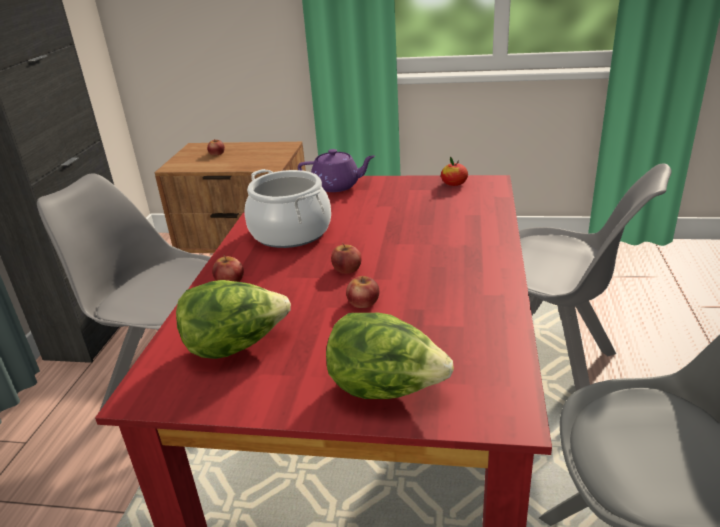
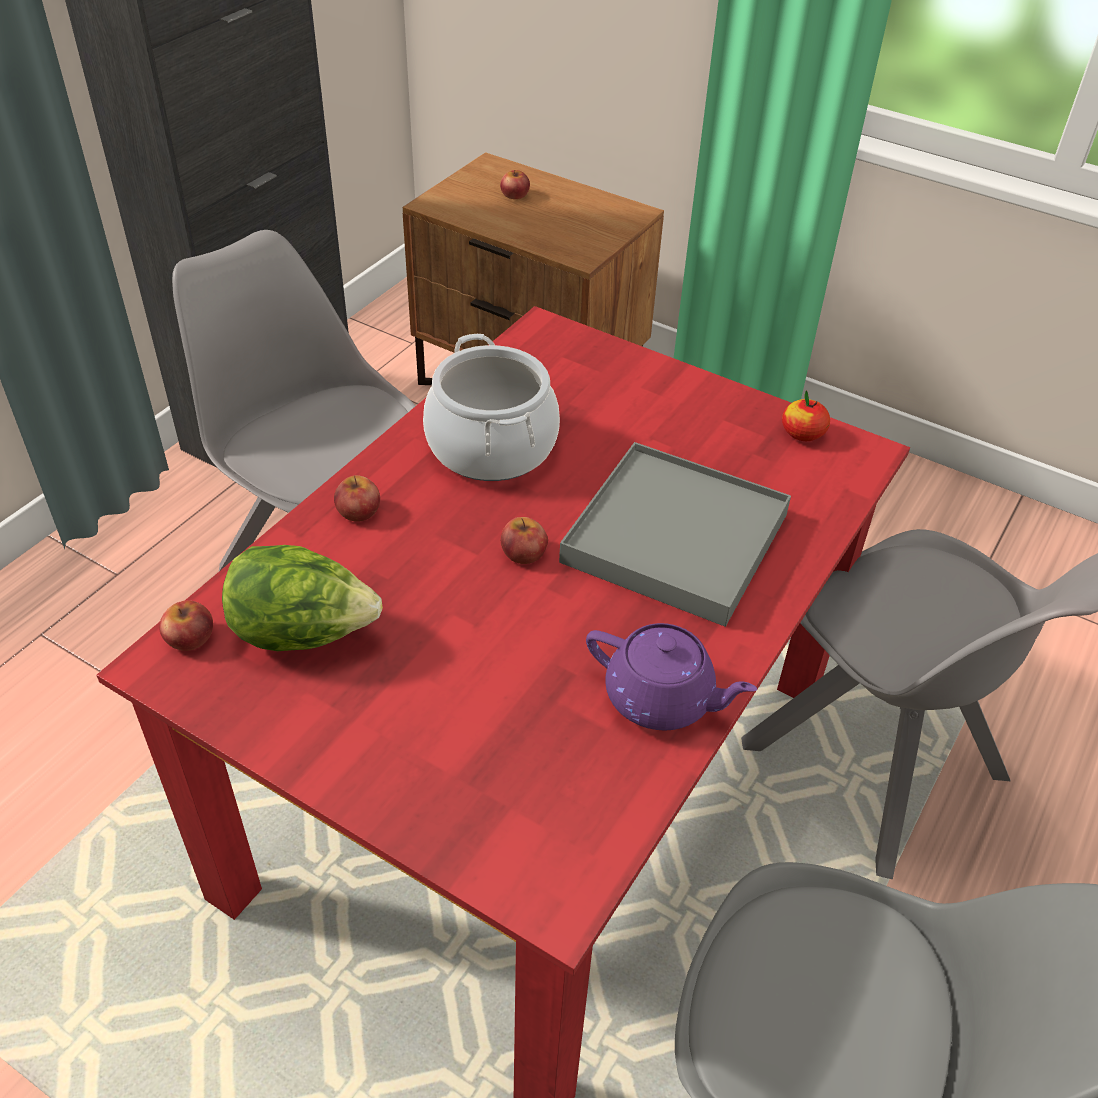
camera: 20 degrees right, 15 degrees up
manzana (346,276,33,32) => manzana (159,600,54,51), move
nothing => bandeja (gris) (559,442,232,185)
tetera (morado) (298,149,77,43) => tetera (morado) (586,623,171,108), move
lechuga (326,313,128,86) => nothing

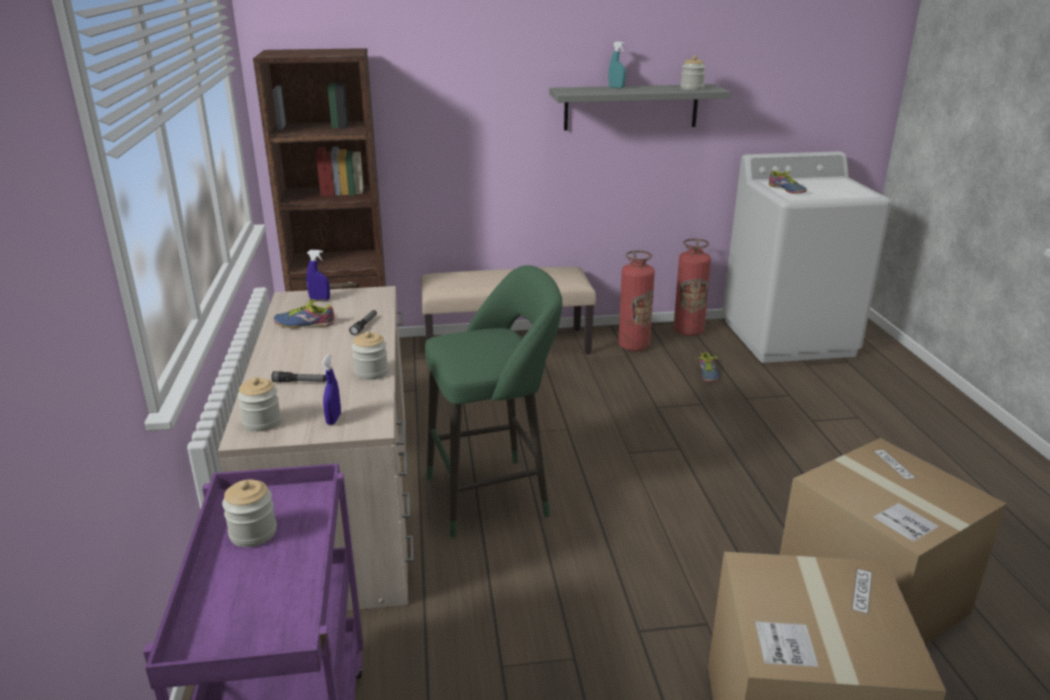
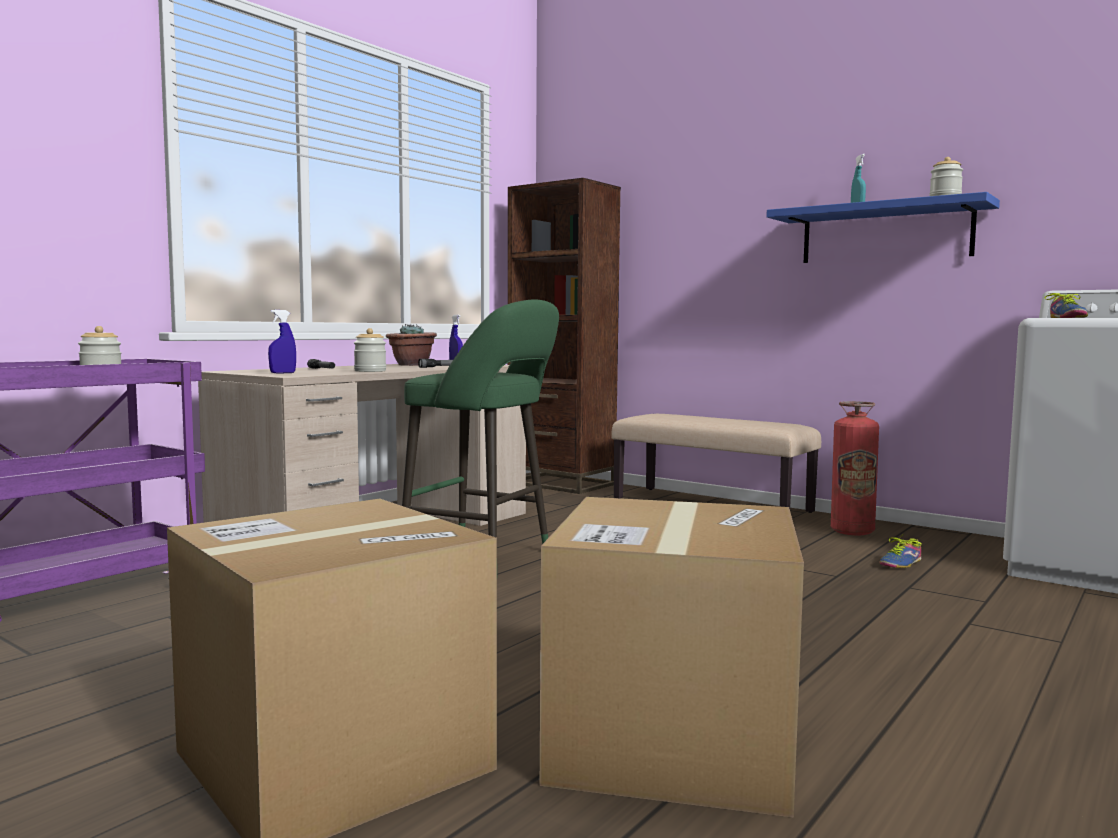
camera: 45 degrees right, 20 degrees down
zapato (273,299,61,29) => planta en maceta (386,324,51,42)
estante (gris) (549,84,182,47) => estante (azul) (766,192,234,71)
tarro (237,377,44,55) => nothing
extintor (674,238,37,98) => nothing

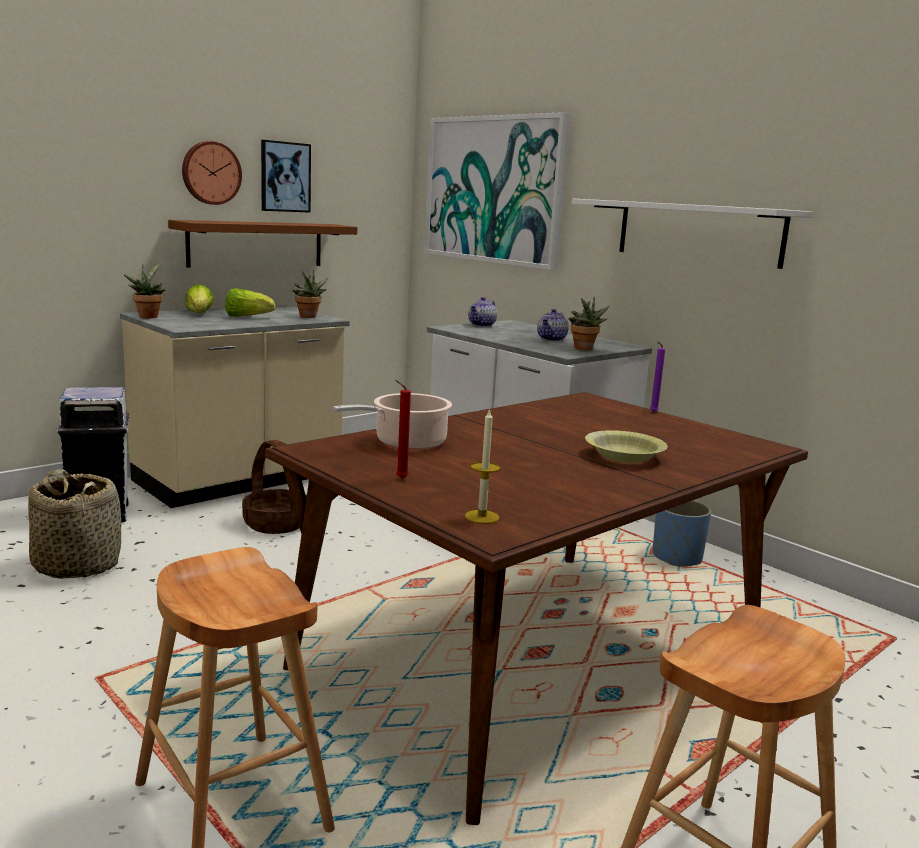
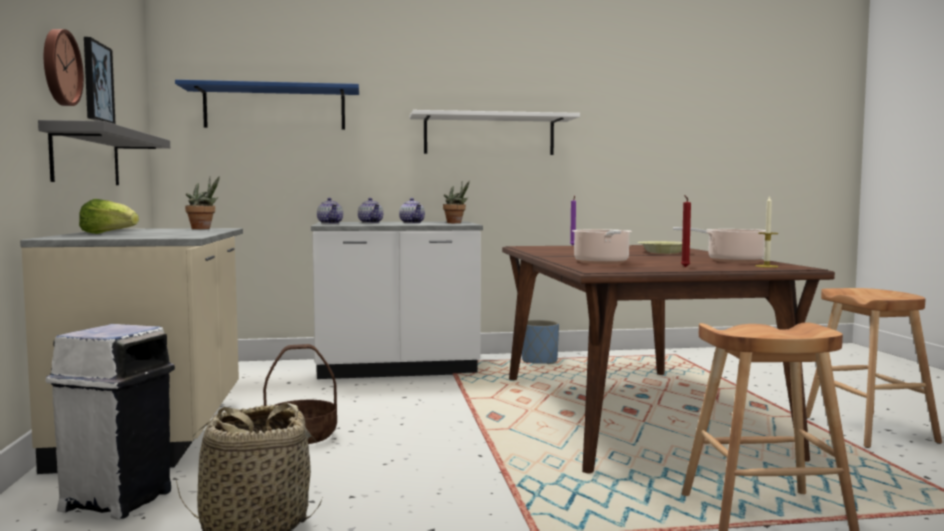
camera: 55 degrees left, 10 degrees down
estante (marrón) (168,220,189,48) => estante (gris) (38,120,132,65)
cuadro (424,112,147,158) => estante (azul) (175,80,184,50)
nothing => tetera (358,198,25,25)
nothing => olla (673,227,93,36)
planta en maceta (124,263,41,55) => nothing
lechuga (225,288,50,29) => nothing

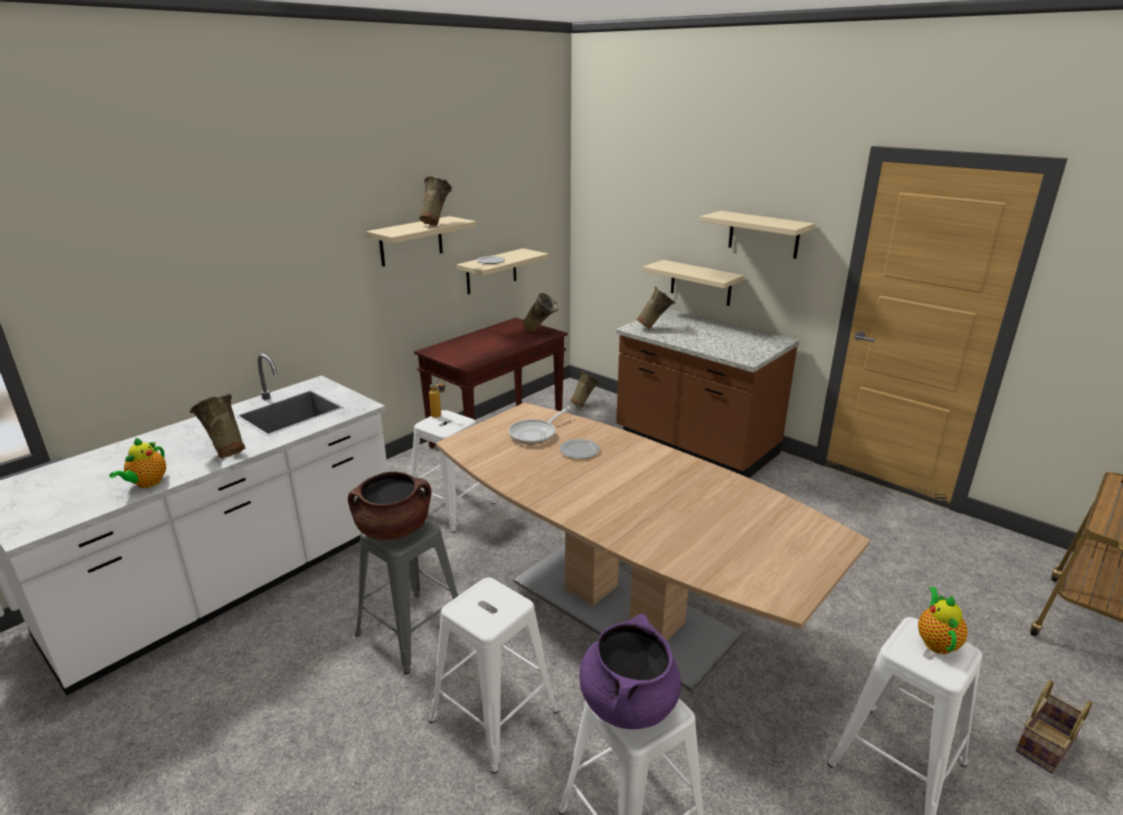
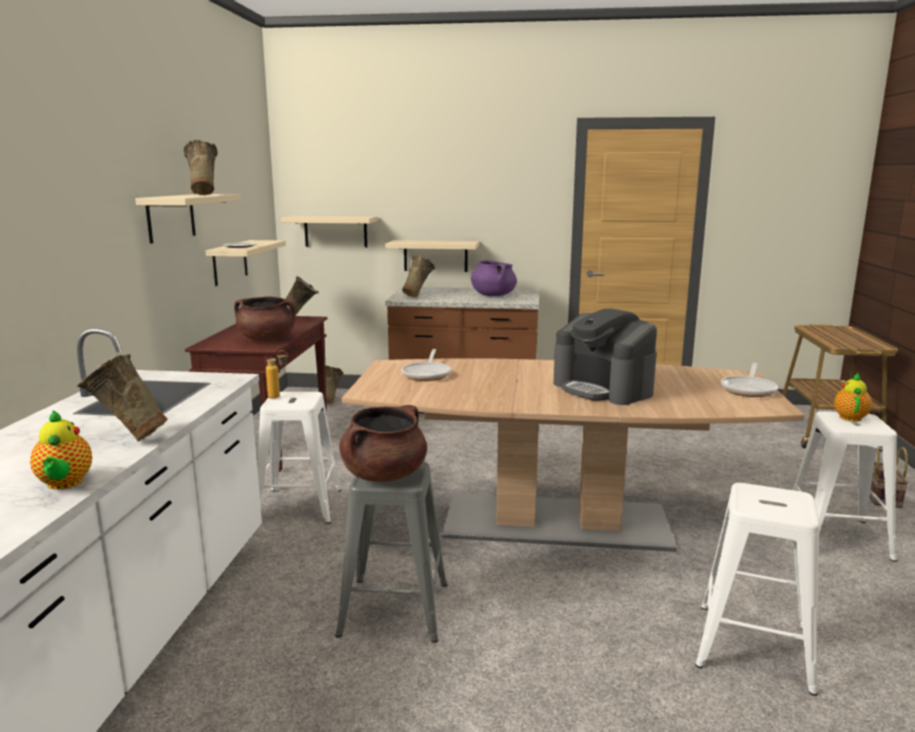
camera: 35 degrees left, 10 degrees down
nothing => olla (marrón) (234,296,62,45)
estante (beis) (700,211,115,48) => estante (beis) (281,216,97,31), move
olla (morado) (580,614,101,115) => olla (morado) (471,259,46,37), move
nothing => cafetera (554,309,103,96)
nothing => sartén (721,363,57,34)
tetera (918,587,50,67) => tetera (834,373,38,49), 45 degrees clockwise
taburete (blanco) (429,577,130,197) => nothing
plato (560,439,40,20) => nothing

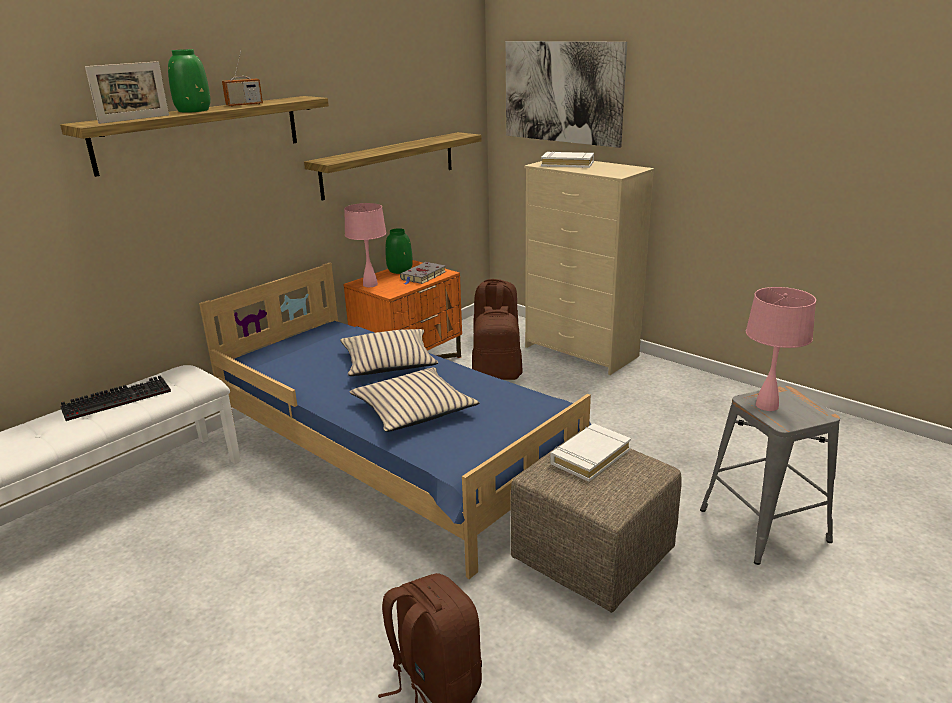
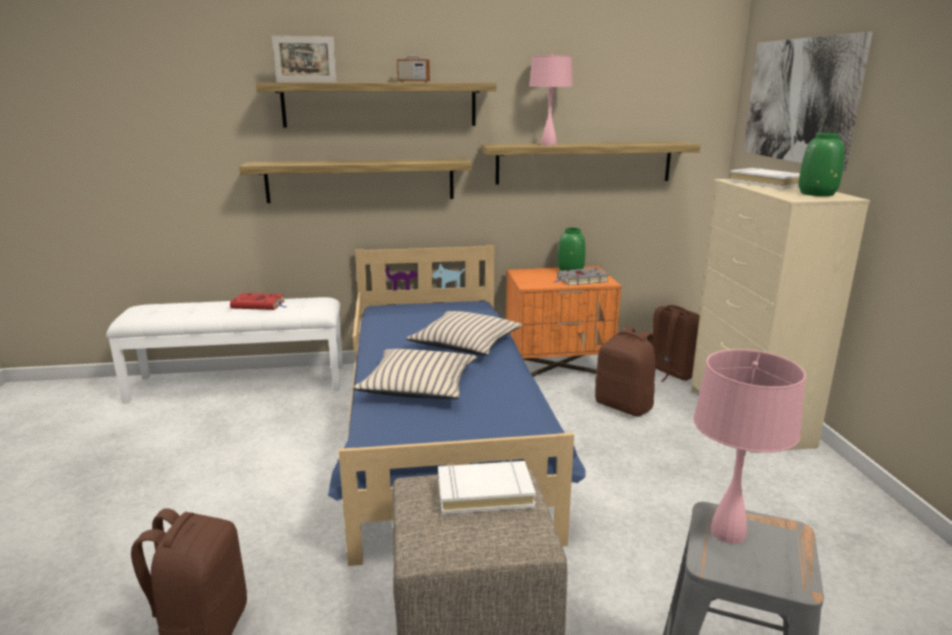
camera: 40 degrees right, 5 degrees down
teclado (60,375,111,46) => libro (rojo) (230,293,58,17)
nothing => estante (239,159,233,44)
lámpara de mesa (rosa) (344,203,42,84) => lámpara de mesa (rosa) (529,54,44,92), move
florero (verde) (168,49,43,64) => florero (verde) (799,133,46,63), move

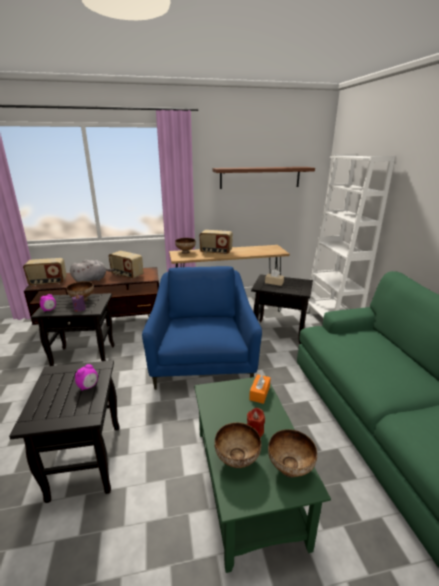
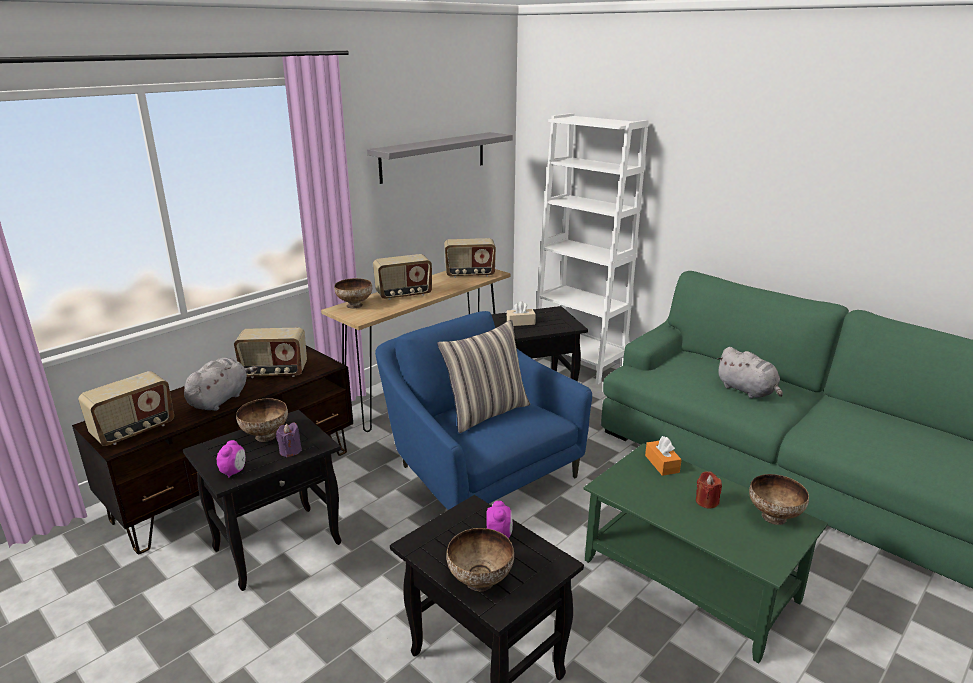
camera: 35 degrees left, 0 degrees up
estante (marrón) (213,167,102,22) => estante (gris) (367,132,146,52)
nothing => cojín (437,320,93,113)
nothing => radio (444,238,52,40)
cuenco (214,422,48,46) => cuenco (446,528,68,63), move
nothing => peluche (gris) (716,347,67,51)

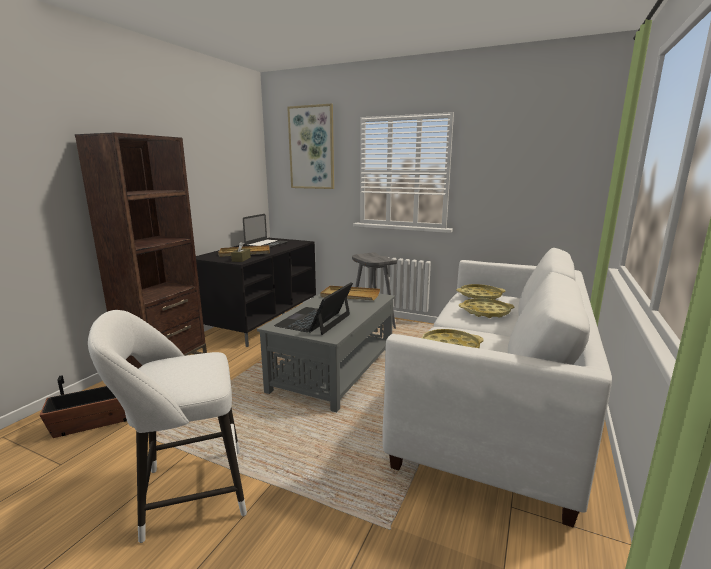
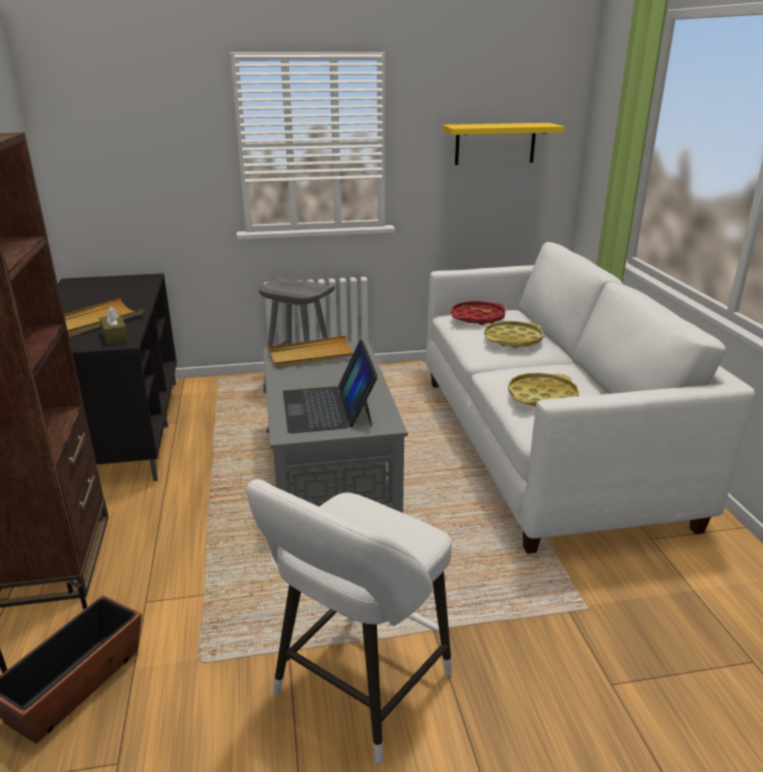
camera: 35 degrees left, 10 degrees up
nothing => estante (amarillo) (442,123,122,42)
bandeja (amarillo) (456,284,50,16) => bandeja (rojo) (451,301,54,24)
portátil (243,214,45,34) => nothing
cuadro (287,104,47,85) => nothing

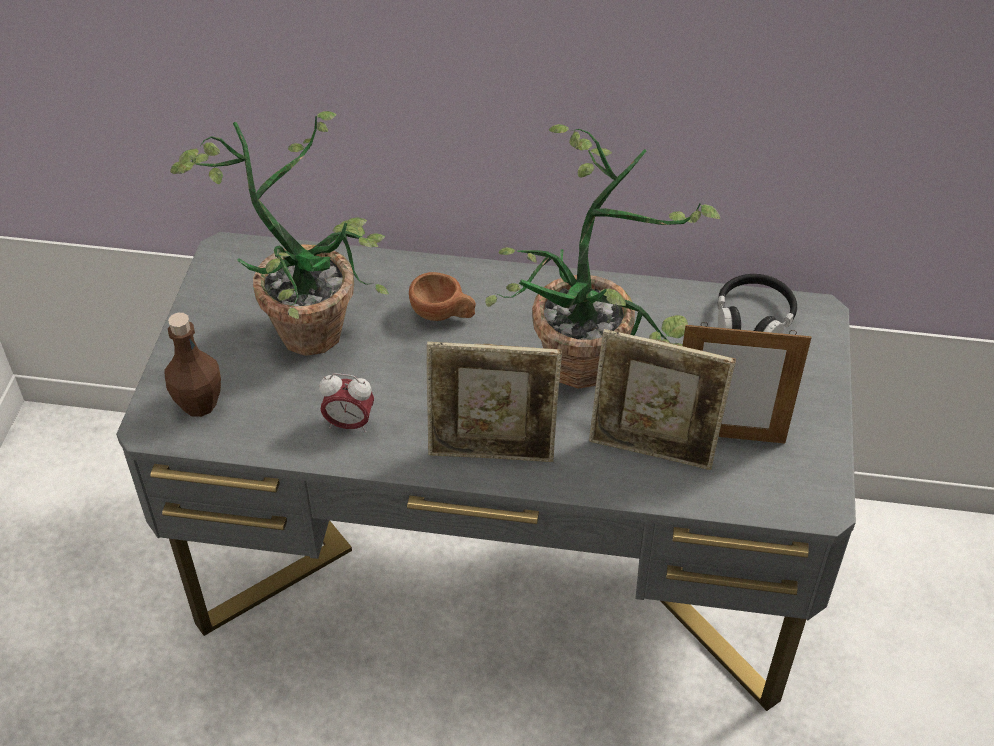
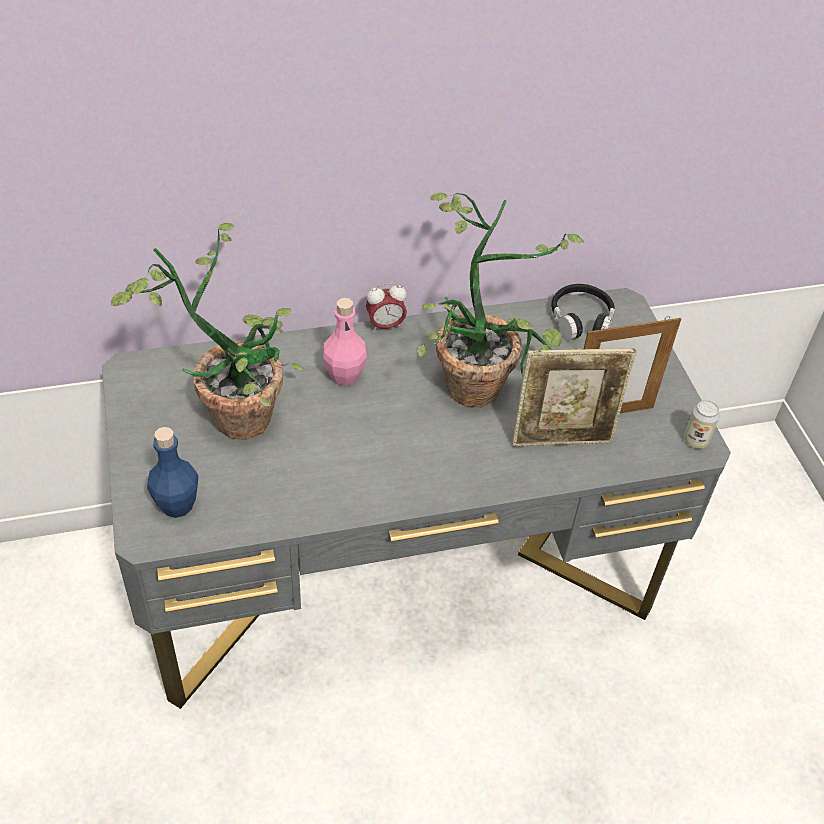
camera: 25 degrees left, 0 degrees up
botella (marrón) (165,313,56,104) => botella (azul) (147,427,52,91)
taza (marrón) (409,272,67,49) => botella (rosa) (323,298,44,88)
despertador (319,373,55,60) => despertador (366,283,41,49), move
nothing => lata (684,400,36,49)
portarretratos (427,342,135,120) => nothing

